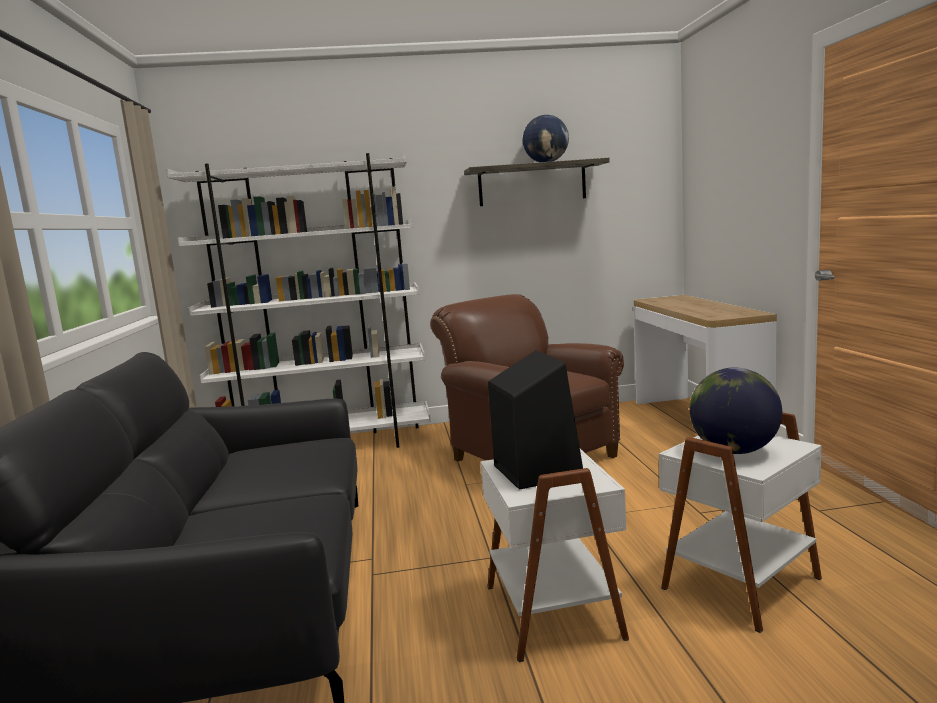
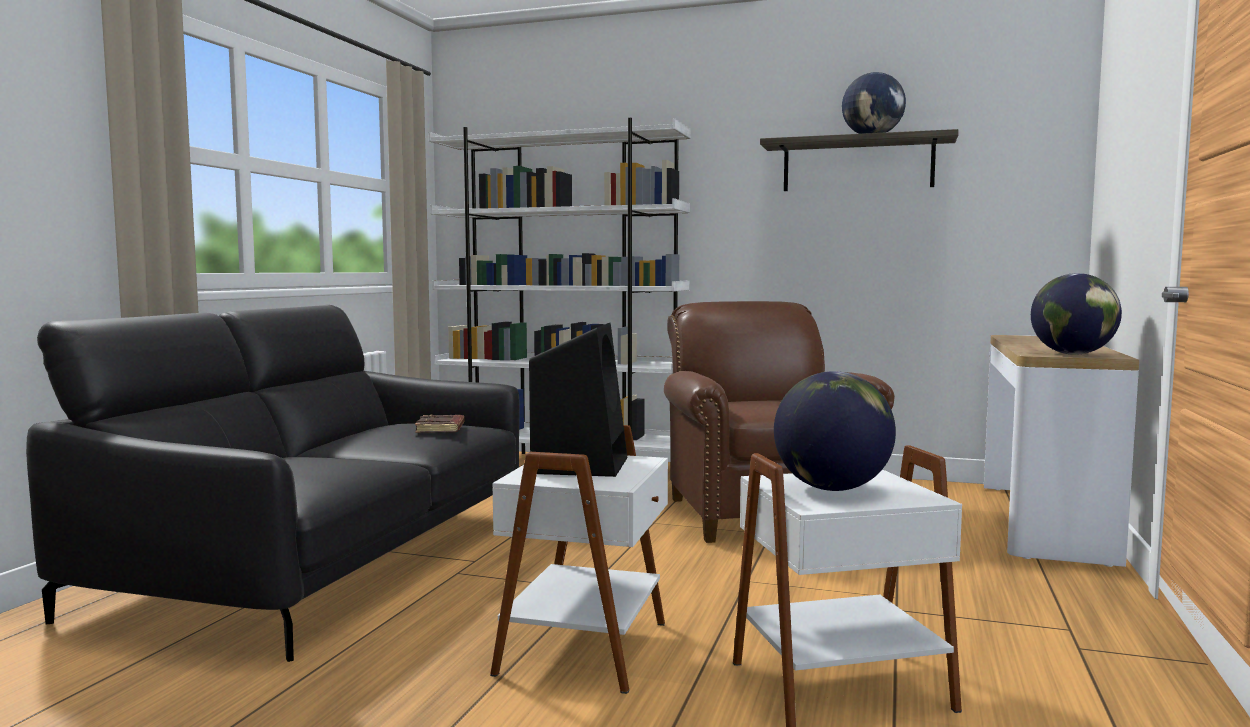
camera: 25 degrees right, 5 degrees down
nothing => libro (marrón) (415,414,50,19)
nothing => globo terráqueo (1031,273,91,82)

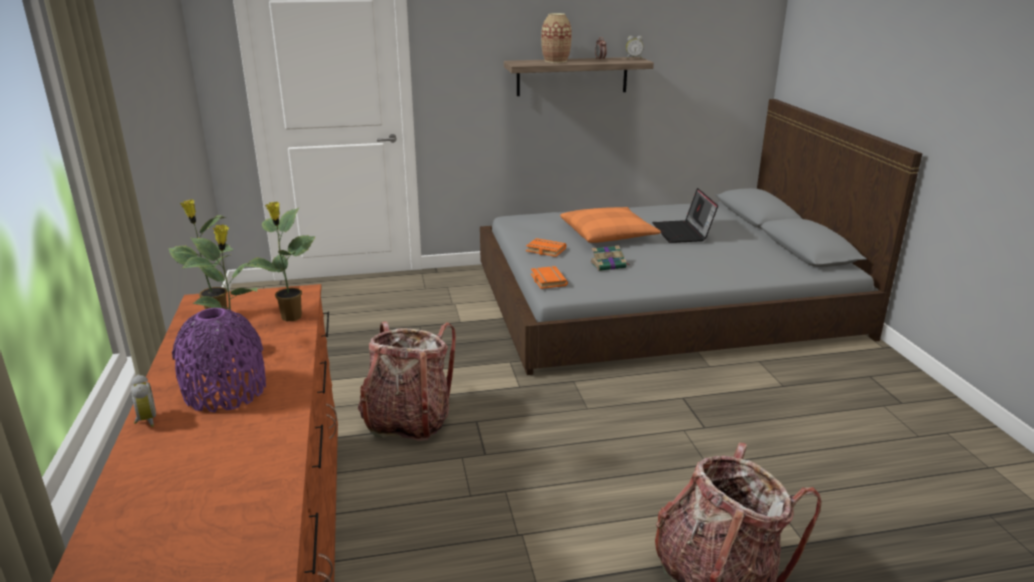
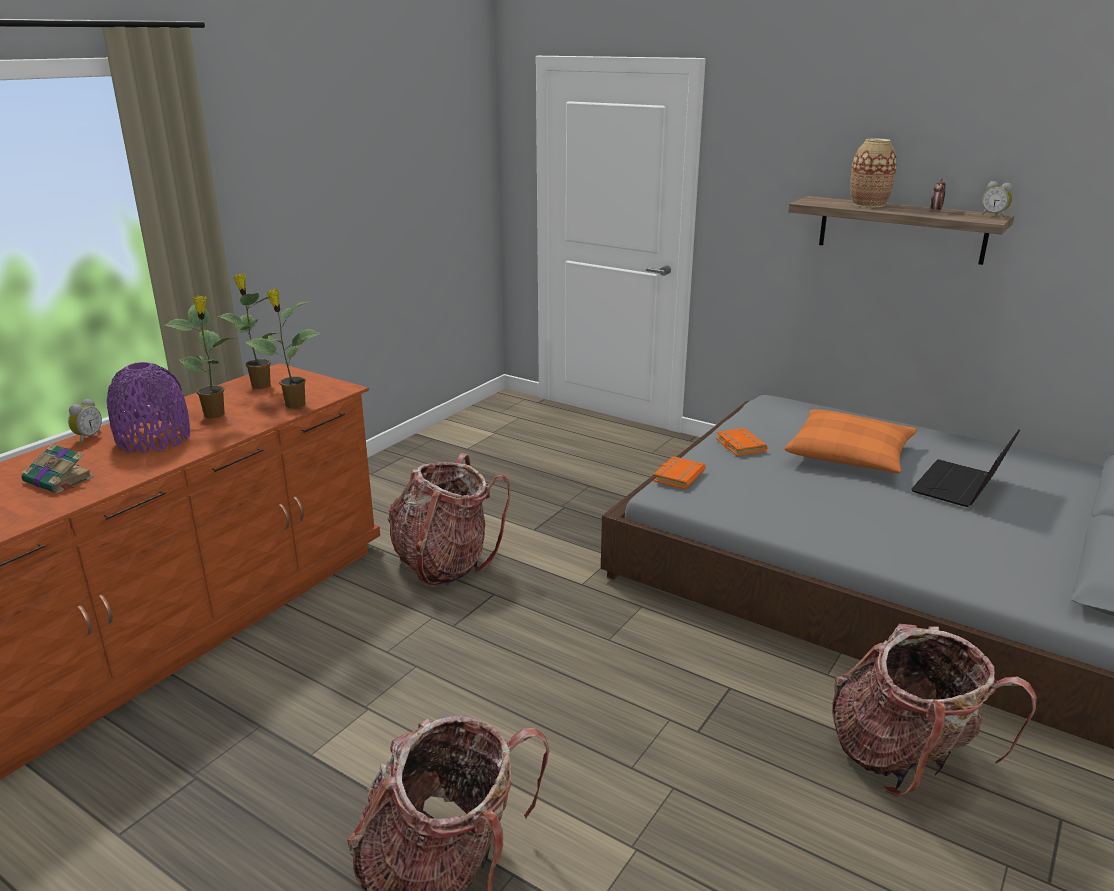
camera: 45 degrees right, 0 degrees up
libro (590,245,40,26) => libro (21,443,73,50), move
nothing => mochila (832,624,205,173)

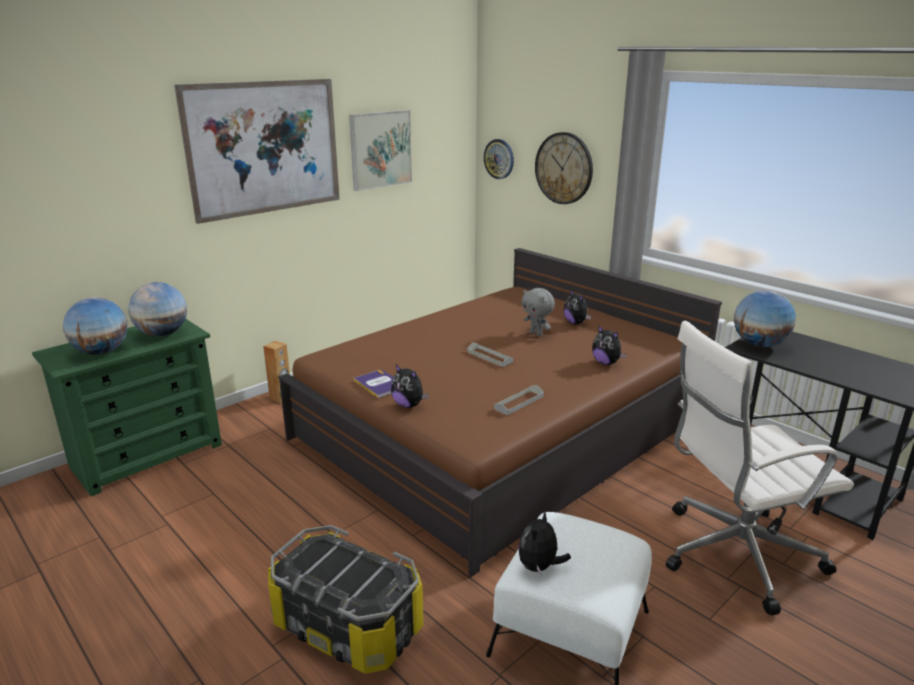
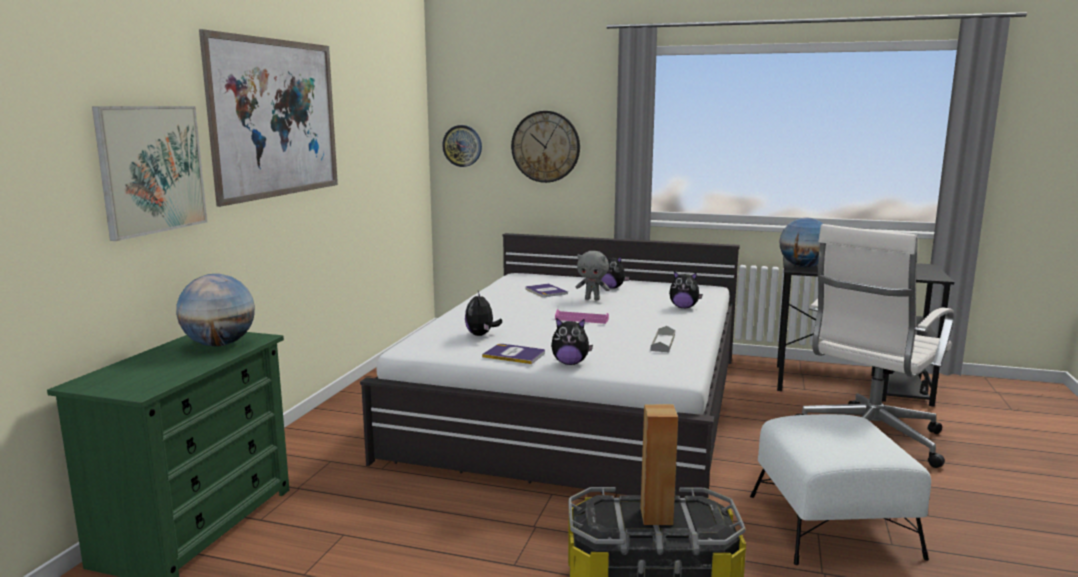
camera: 30 degrees left, 10 degrees down
cuadro (349,110,63,81) => cuadro (92,106,115,135), move
cama (marrón) (278,248,444,329) => cama (blanco) (360,233,380,265)
peluche (518,509,53,66) => peluche (465,291,37,45), move
nothing => libro (526,283,42,14)
bandeja (gris) (467,343,46,24) => bandeja (rosa) (555,309,54,15)
altavoz (marrón) (263,341,27,62) => altavoz (marrón) (641,404,37,121), move
globo terráqueo (63,297,65,58) => nothing

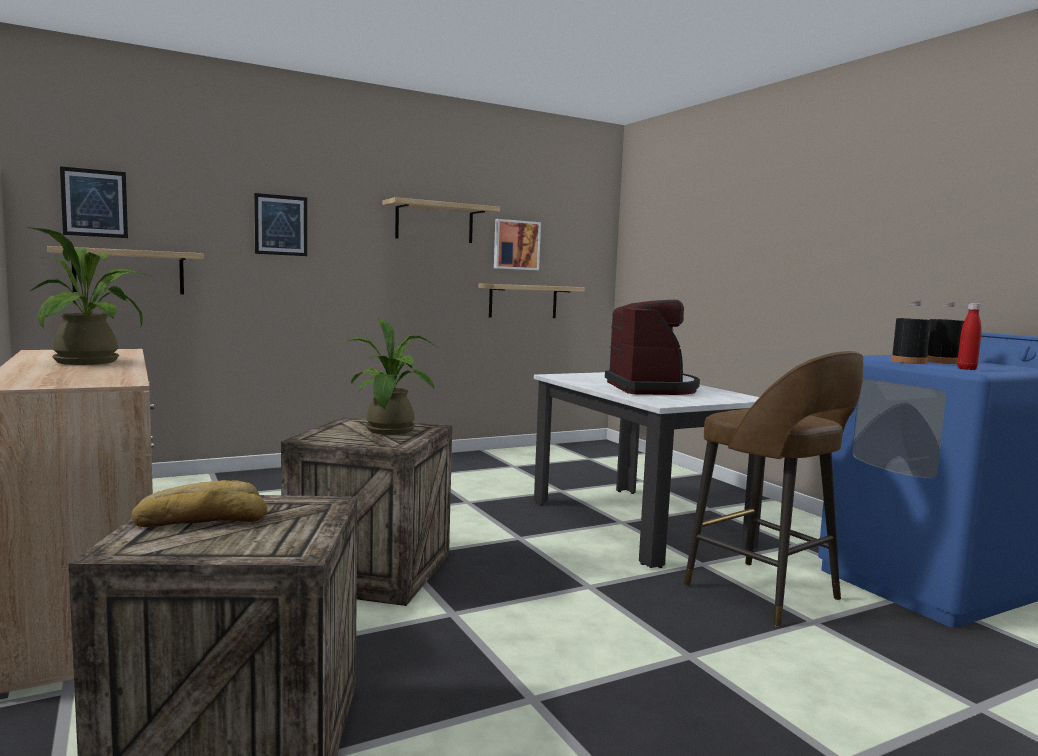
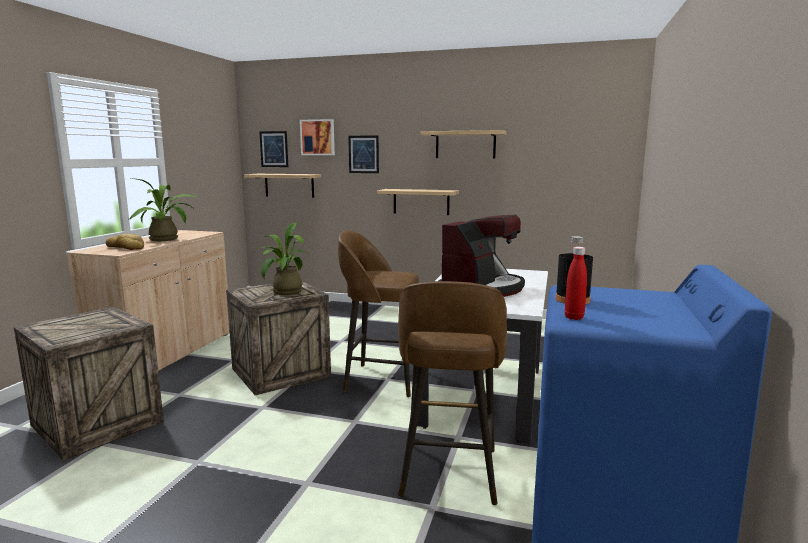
camera: 45 degrees right, 5 degrees up
pan (132,480,135,47) => pan (106,234,38,16), move
cuadro (494,219,47,51) => cuadro (300,119,35,36), move
nothing => taburete (marrón) (338,231,81,167)
estante (478,284,107,34) => estante (377,189,82,26), move
botella (negro) (927,302,37,62) => nothing

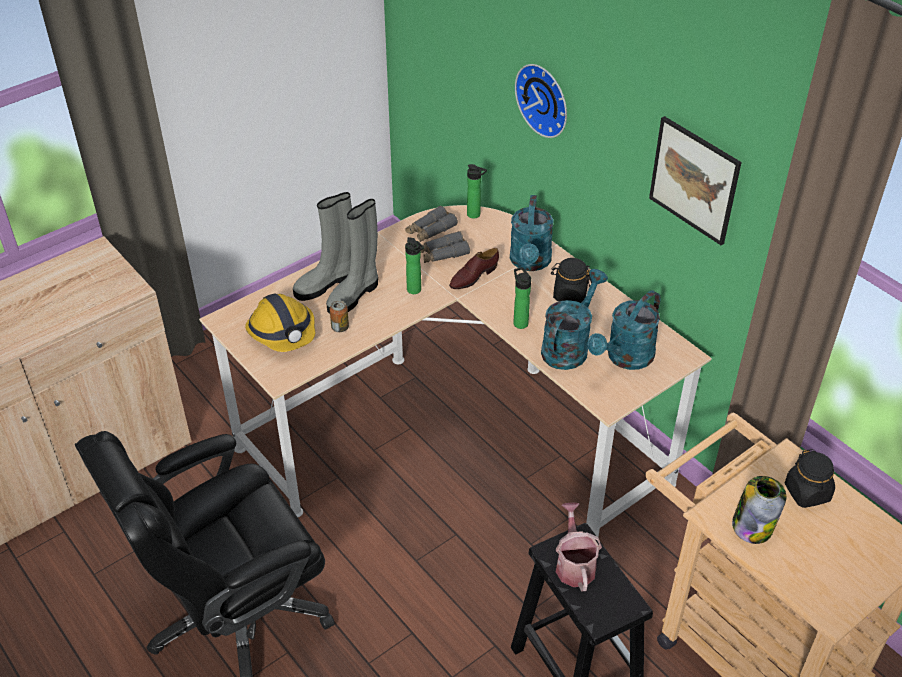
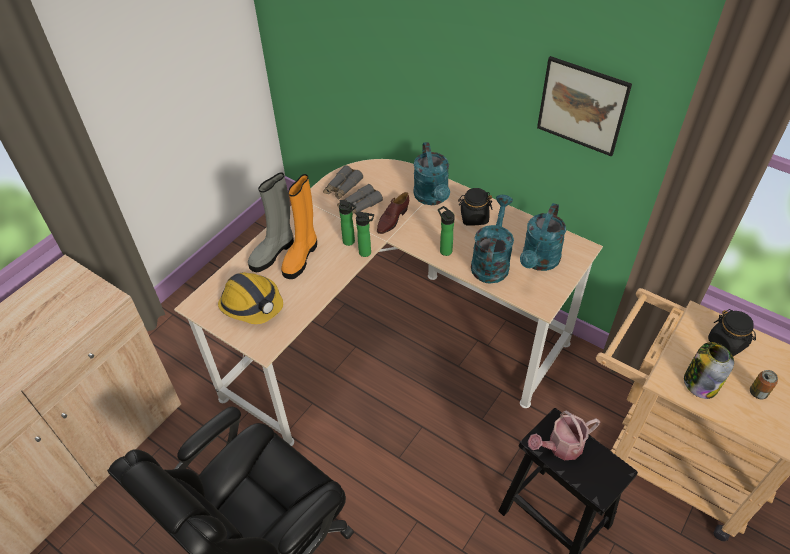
camera: 15 degrees left, 5 degrees up
bota (gris) (326,199,52,115) => bota (naranja) (281,174,36,105)
botella (467,164,20,54) => botella (355,212,19,45), move
regadera (556,503,46,89) => regadera (528,411,72,49), 90 degrees counterclockwise
lata (330,300,19,32) => lata (750,370,28,29), move
reloj de pared (515,64,52,74) => nothing

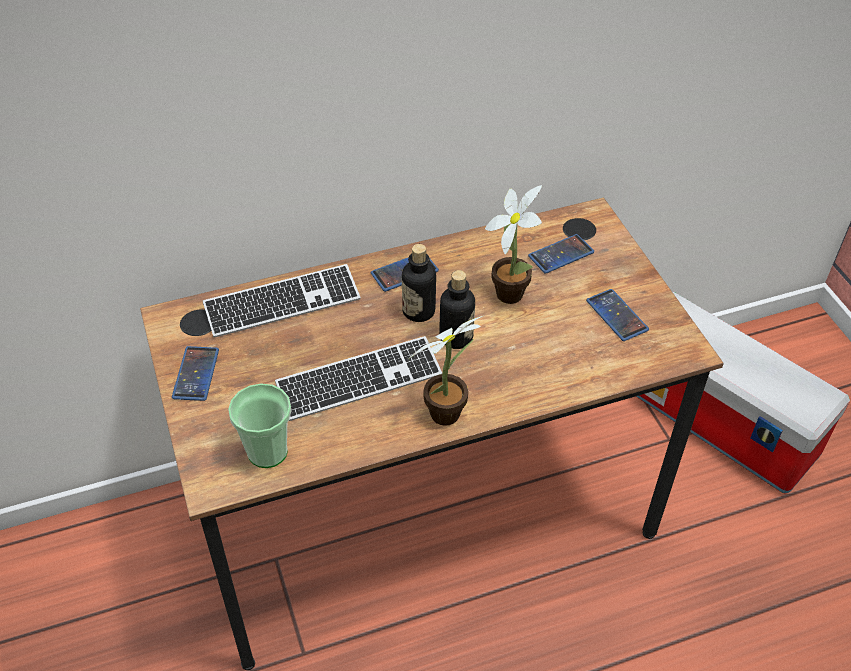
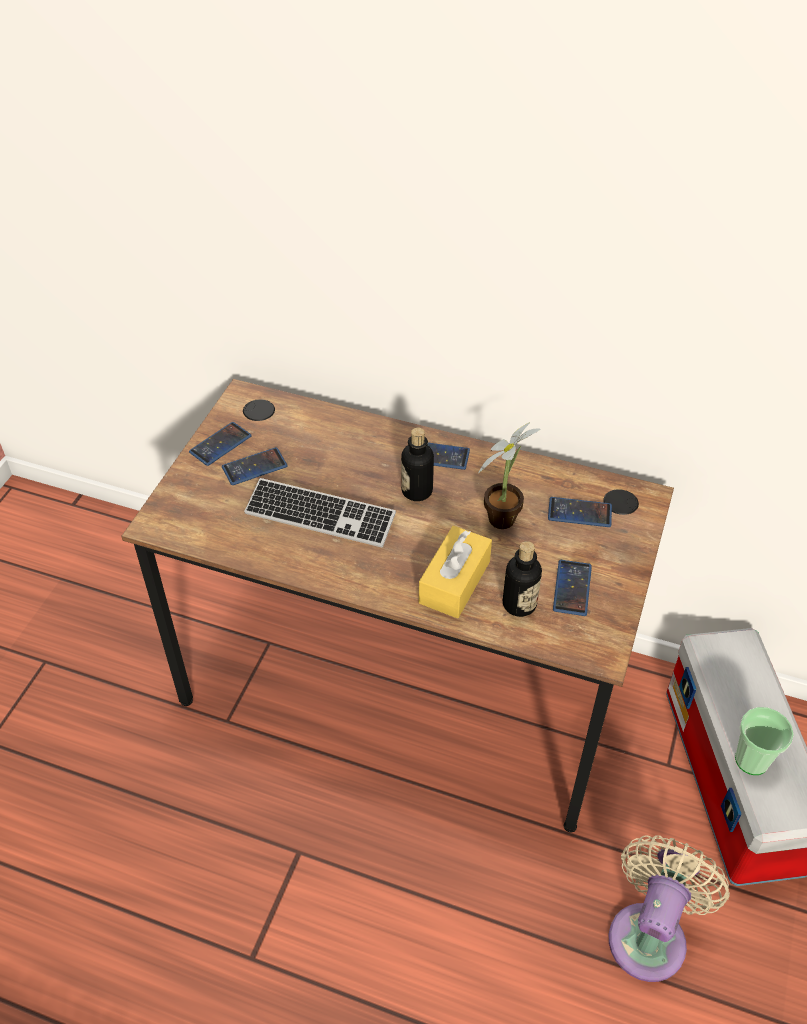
camera: 40 degrees right, 0 degrees up
nothing => móvil (222,447,66,38)
nothing => caja de pañuelos (amarillo) (419,526,73,92)
botella (439,270,36,79) => botella (503,541,39,76), move
nothing => ventilador (beis) (609,835,121,147)
taza (228,384,63,84) => taza (735,707,59,68), move
teclado (203,264,157,74) => nothing
planta en maceta (409,316,74,110) => nothing

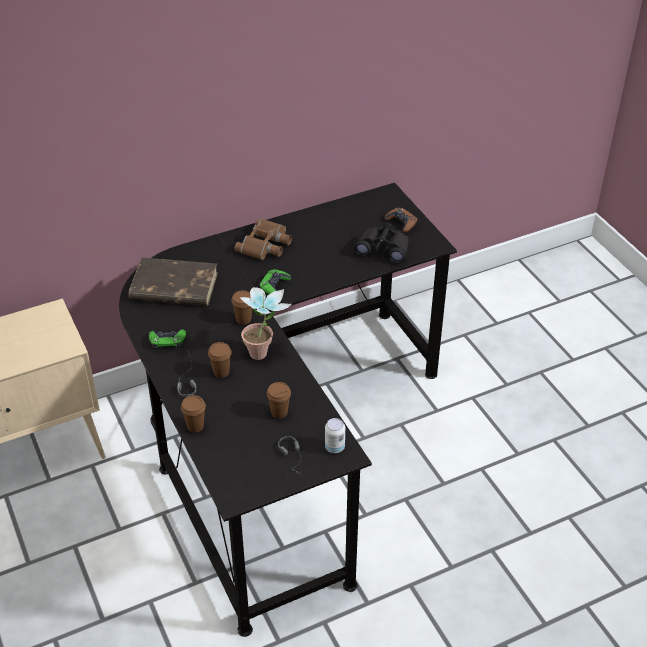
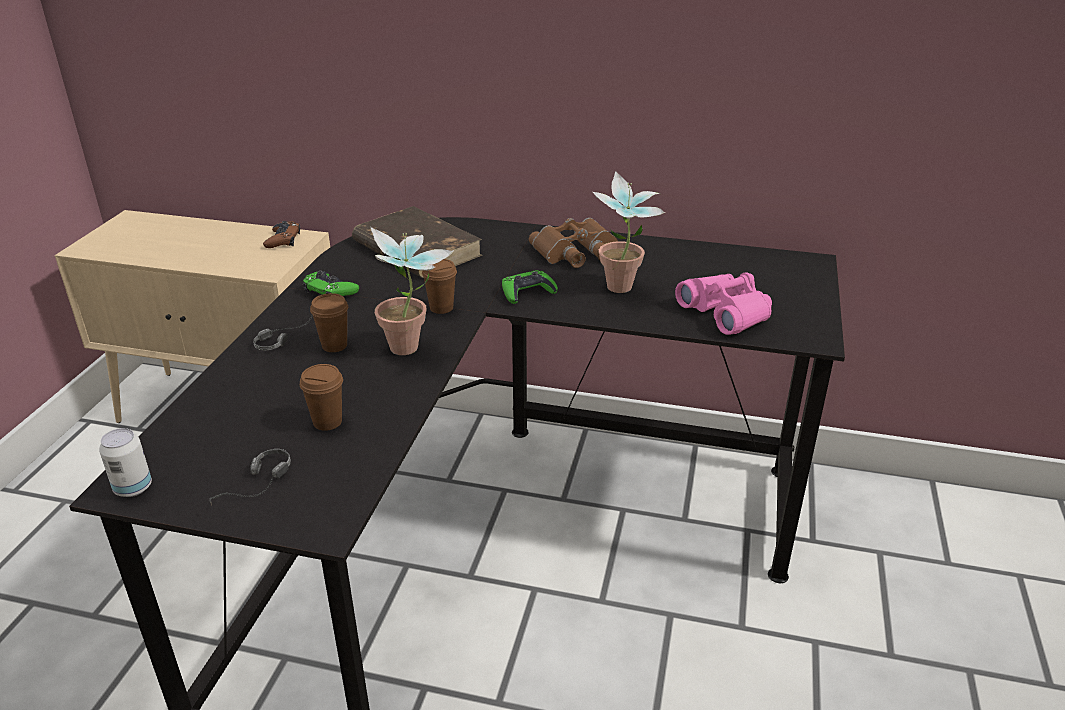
camera: 40 degrees right, 10 degrees down
lata (325,418,20,35) => lata (99,428,53,69), move
mando de consola (marrón) (385,208,33,25) => mando de consola (marrón) (263,221,37,27), move
nothing => planta en maceta (592,171,74,122)
prismáticos (negro) (354,223,55,41) => prismáticos (rosa) (675,272,97,63)
taza (marrón) (181,395,25,38) => nothing

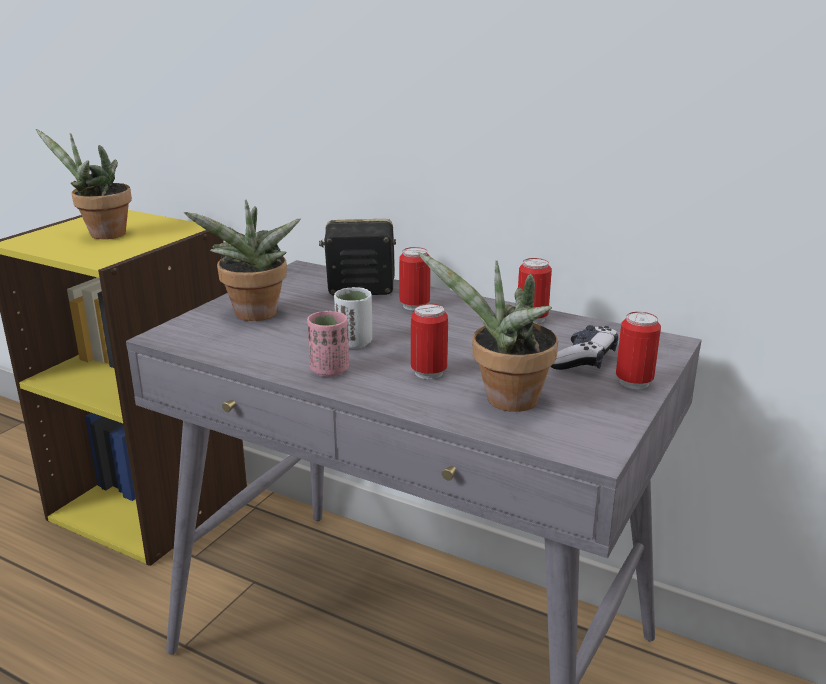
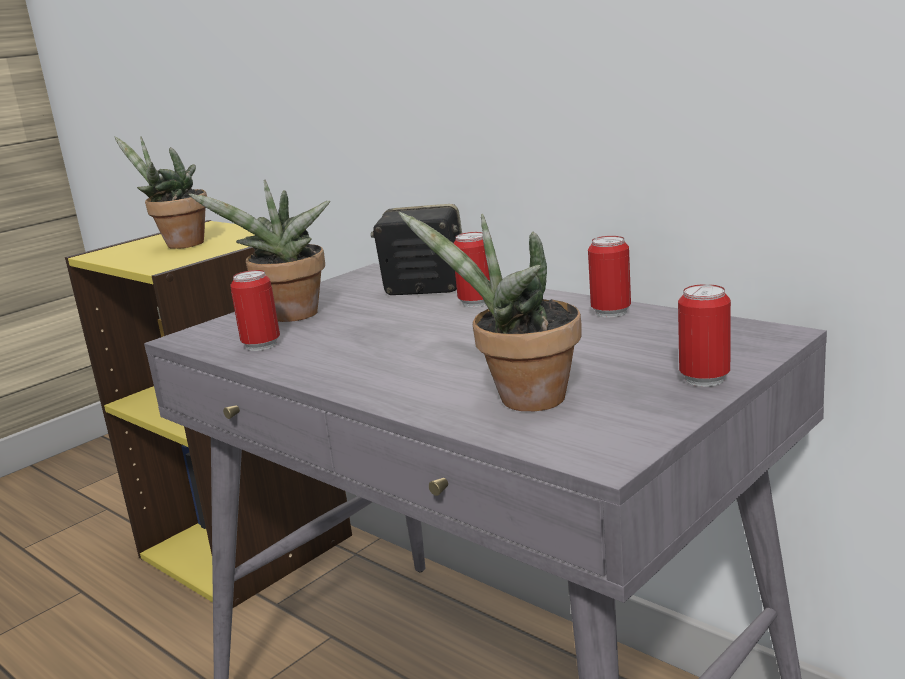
camera: 15 degrees right, 5 degrees down
lata (411,303,37,76) => lata (230,270,50,81), move
taza (rosa) (307,311,42,66) => nothing
taza (blanco) (334,287,38,62) => nothing
mando de consola (551,325,67,45) => nothing

